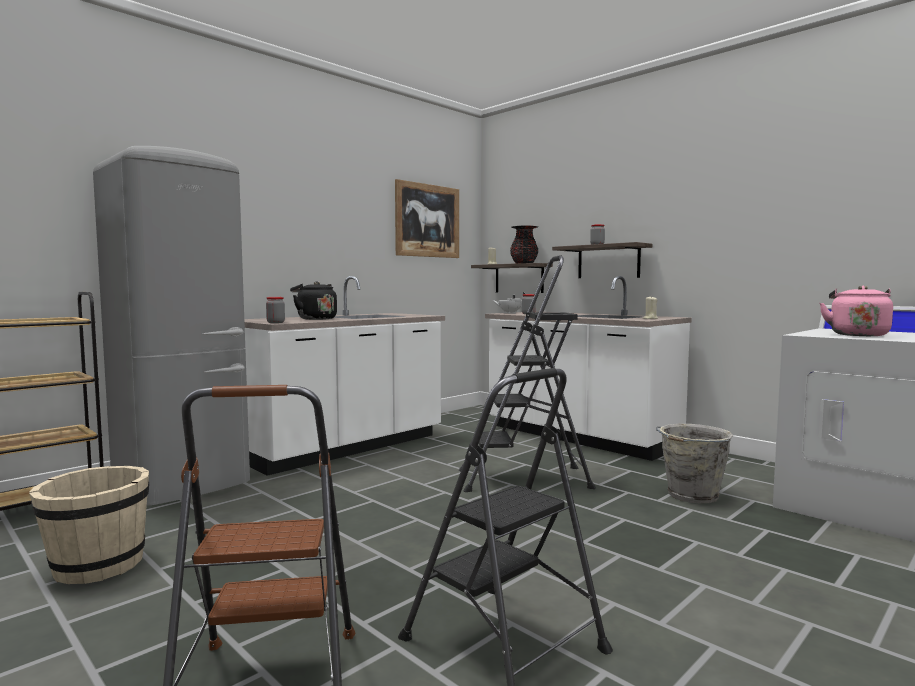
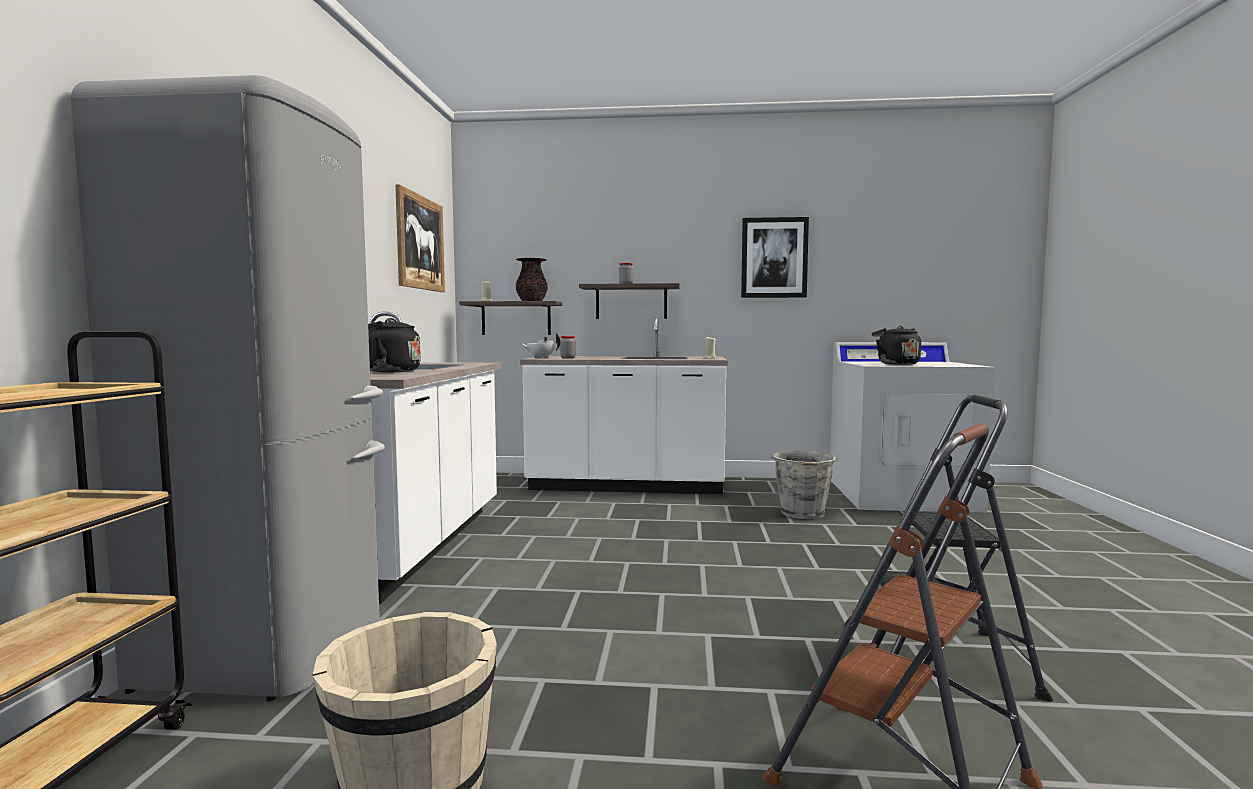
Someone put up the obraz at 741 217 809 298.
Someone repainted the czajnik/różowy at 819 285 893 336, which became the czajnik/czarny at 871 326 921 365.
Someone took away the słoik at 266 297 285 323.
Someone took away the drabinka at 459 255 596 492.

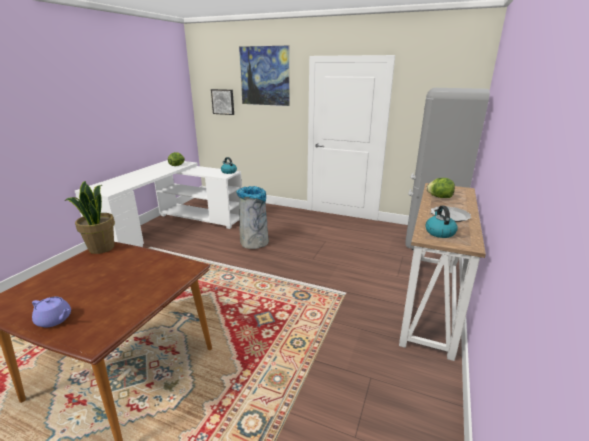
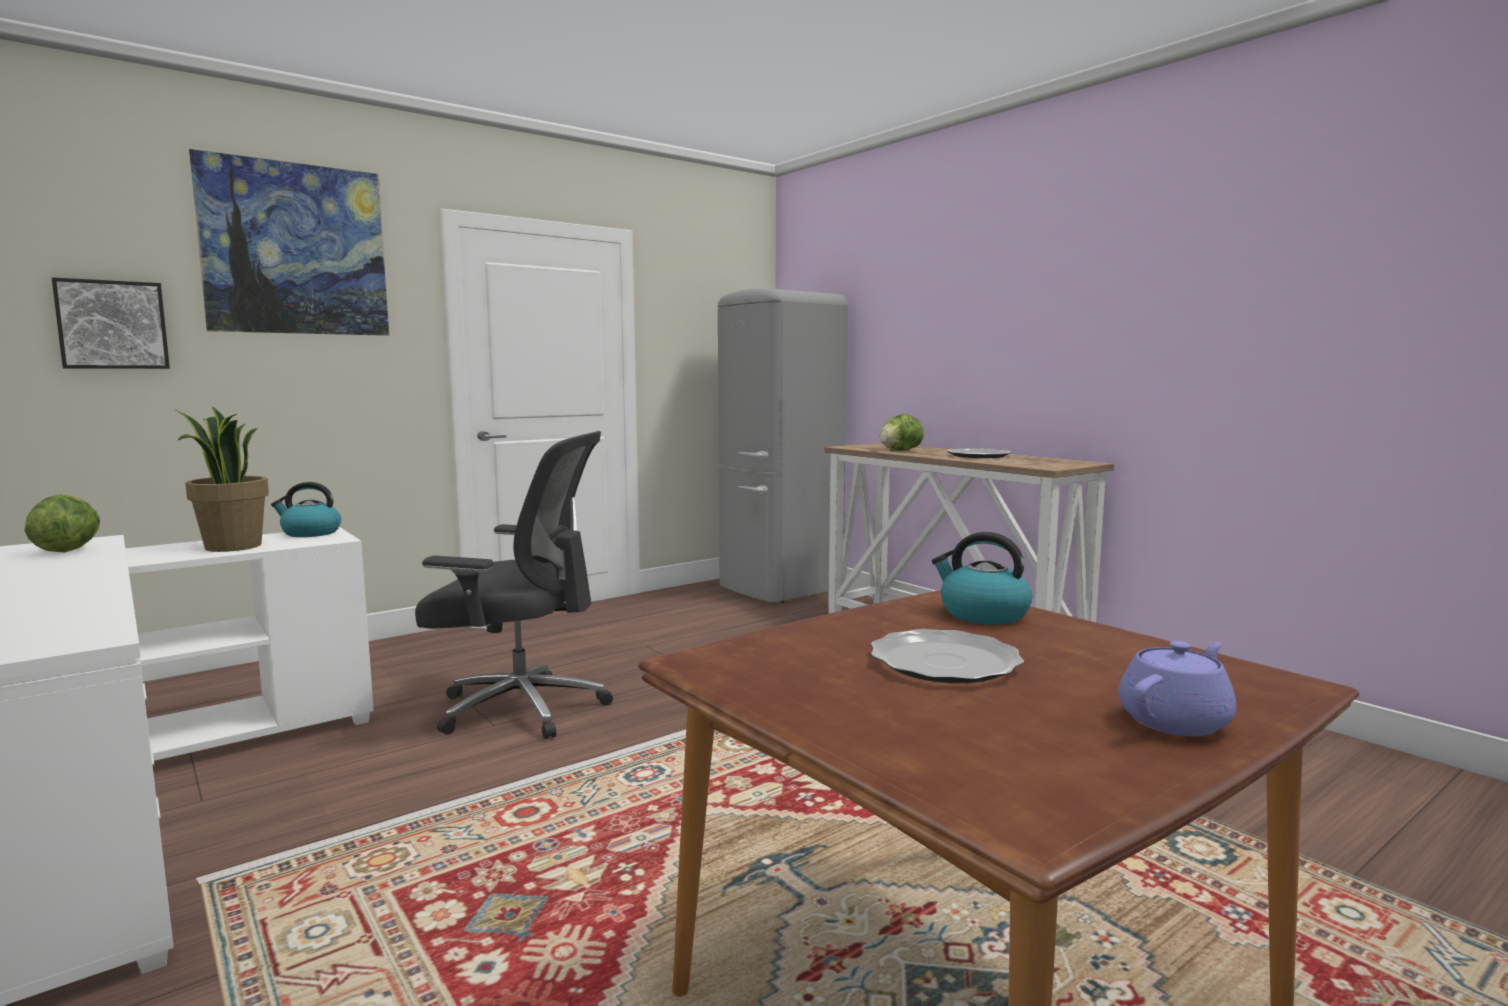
Someone carried the roślina doniczkowa from 65 181 115 254 to 176 406 269 552.
Someone swapped the kosz na śmieci/szary at 236 186 269 249 for the krzesło biurowe at 415 431 613 739.
Someone put down the talerz at 871 629 1024 683.
Someone carried the czajnik from 425 206 458 238 to 932 532 1032 624.

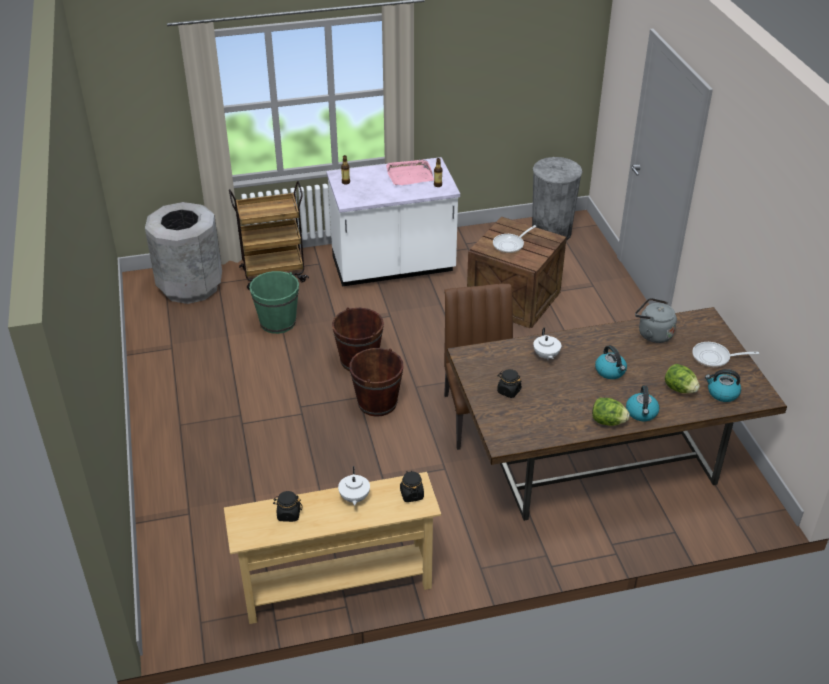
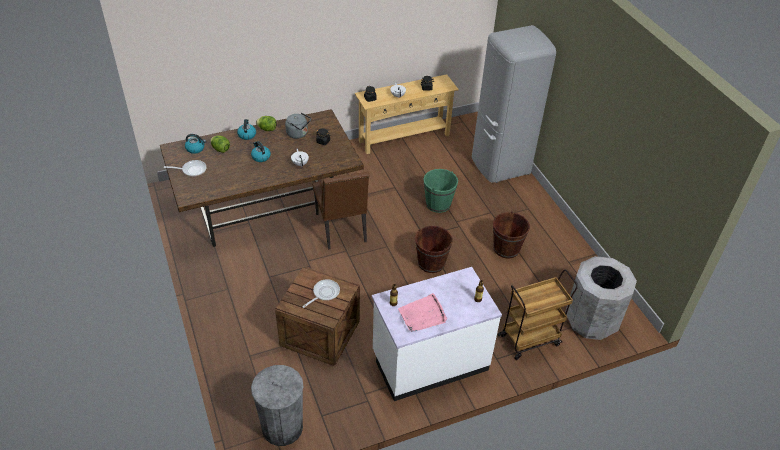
Someone carried the czajnik/szary from 635 298 677 343 to 285 113 311 139.
Someone carried the wiadro/zielony from 249 271 299 334 to 424 169 458 213.
Someone put down the lodówka/szary at 472 25 556 183.
Someone carried the wiadro/brązowy from 349 348 403 417 to 493 211 530 259.

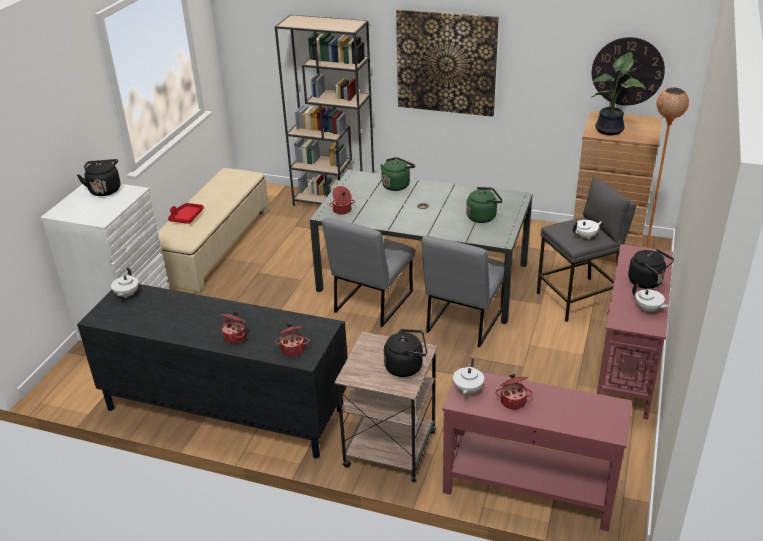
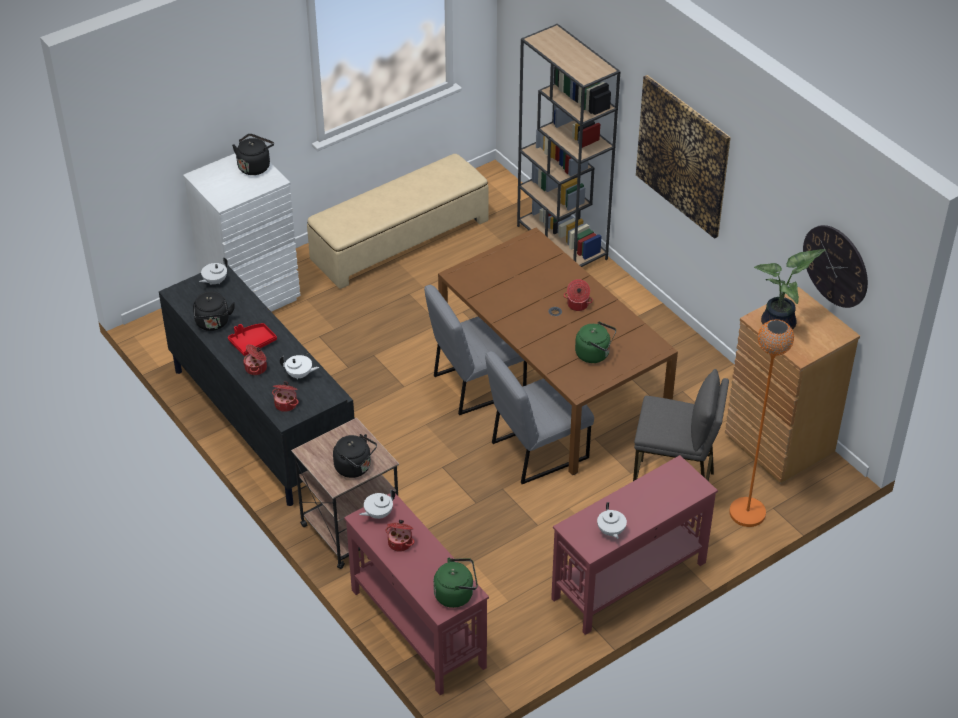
Someone carried the czajnik/czarny from 628 249 674 289 to 193 292 235 331.
Someone carried the taca/czerwony from 168 203 204 224 to 228 323 277 356.
Someone carried the imbryk/biały from 573 220 602 240 to 280 355 319 380.
Someone carried the czajnik/zielony from 381 157 415 191 to 433 558 478 608.
Someone repainted the stół jadalny/szary at 310 170 533 324, which became the stół jadalny/brązowy at 438 228 678 475.
Someone carried the garnek from 329 186 355 214 to 564 279 593 311.

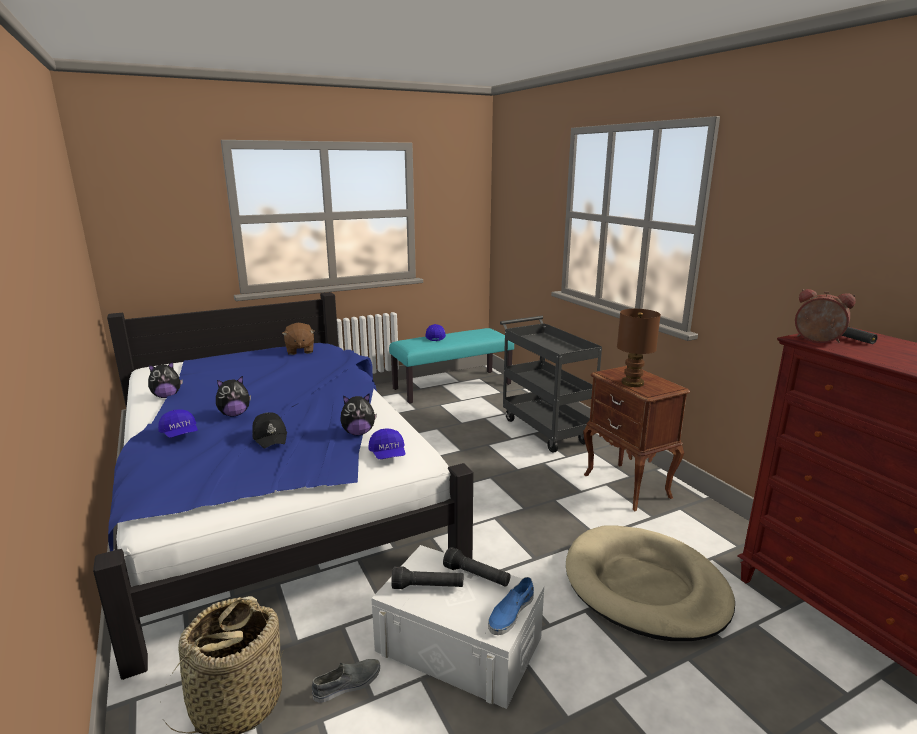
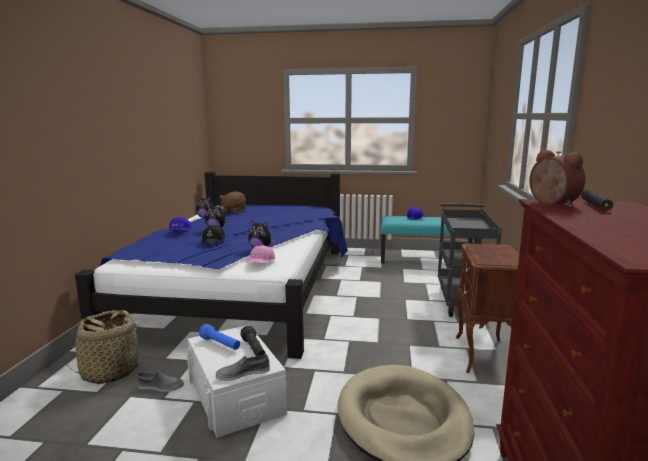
Someone repainted the latarka/czarny at 391 566 463 589, which became the latarka/niebieski at 199 324 240 350.
Someone repainted the but/niebieski at 488 577 534 635, which became the but/szary at 216 354 270 381.
Someone carried the pluszak/brązowy from 282 323 315 355 to 220 191 246 213.
Someone repainted the czapka z daszkiem/niebieski at 368 428 405 459, which became the czapka z daszkiem/różowy at 247 245 275 264.
Someone took away the lampa stołowa/brązowy at 617 309 661 387.

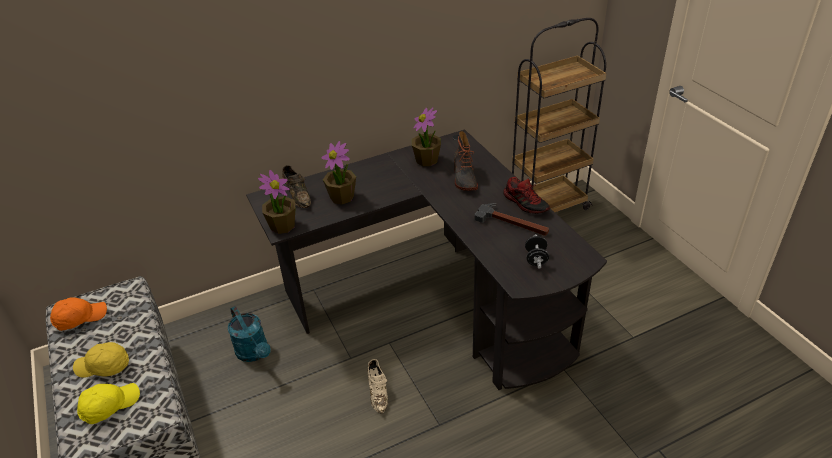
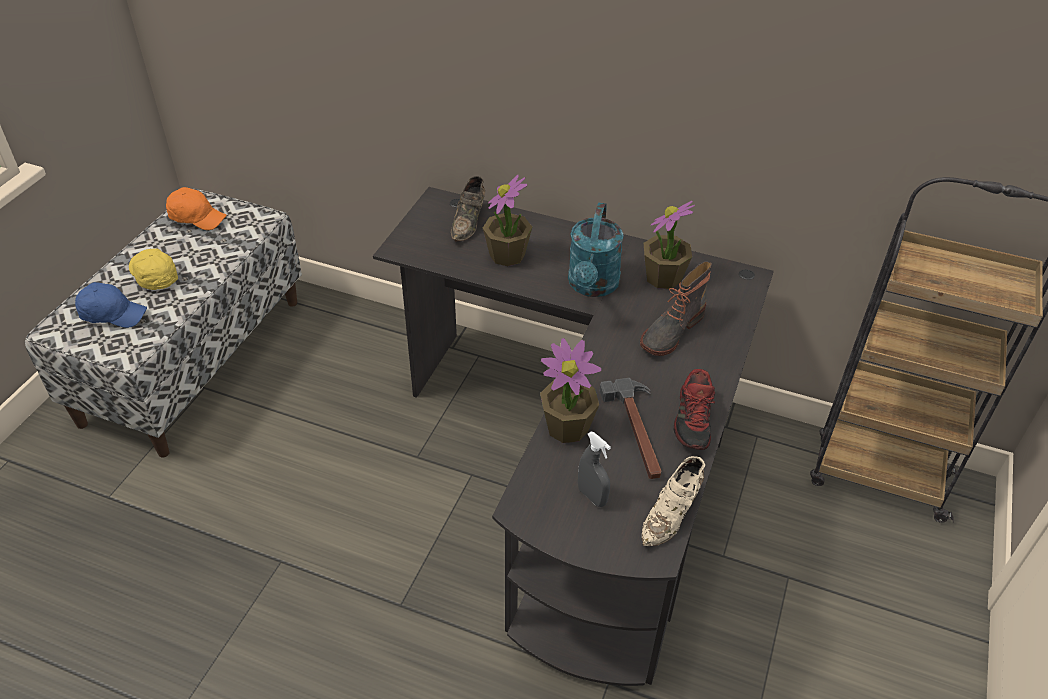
Someone repainted the czapka z daszkiem/żółty at 77 383 140 424, which became the czapka z daszkiem/niebieski at 75 282 147 328.
Someone carried the roślina doniczkowa from 258 170 295 234 to 540 338 601 443.
Someone carried the konewka/turkusowy from 228 306 271 362 to 568 203 624 297.
Someone swapped the hantel/czarny at 525 234 549 269 for the spryskiwacz/szary at 578 431 611 507.
Someone carried the but/beżowy from 367 359 388 414 to 642 456 705 546.

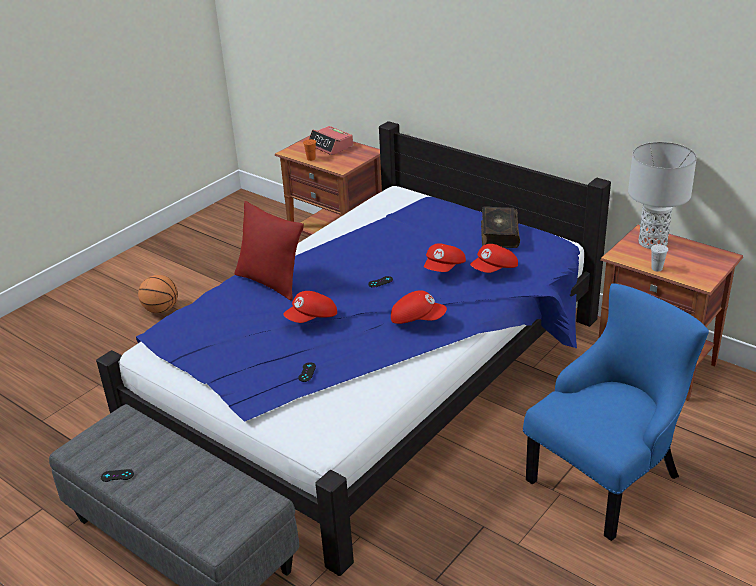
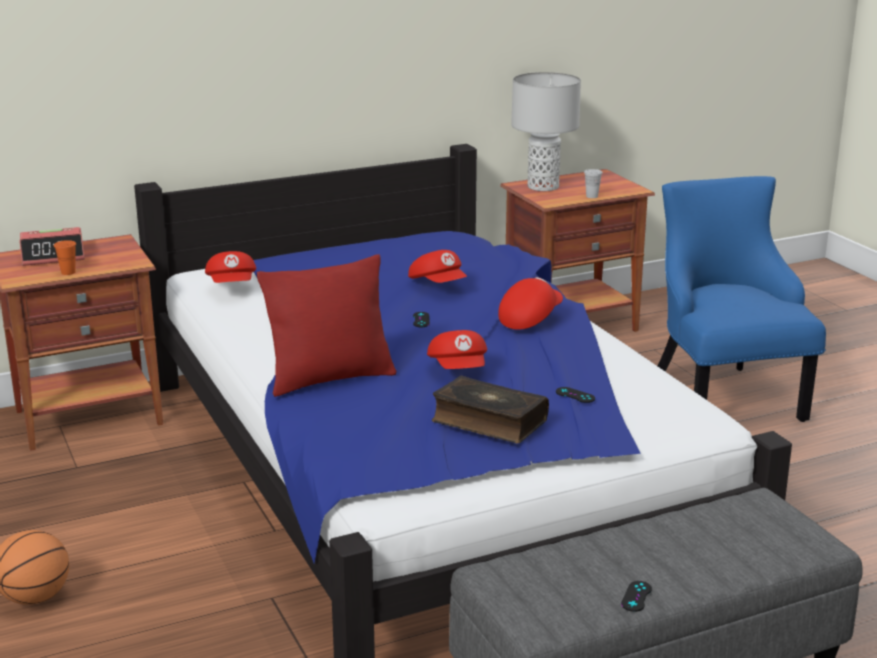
Someone carried the czapka z daszkiem/czerwony from 470 244 518 273 to 205 251 256 283.
Someone carried the książka from 481 206 520 248 to 432 376 549 443.

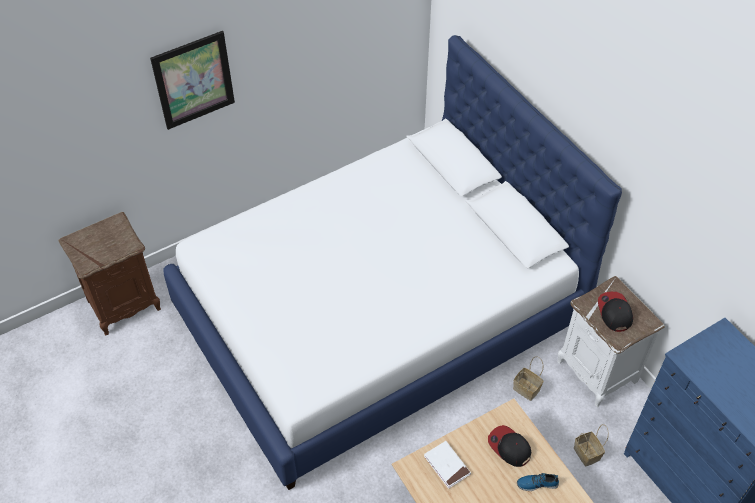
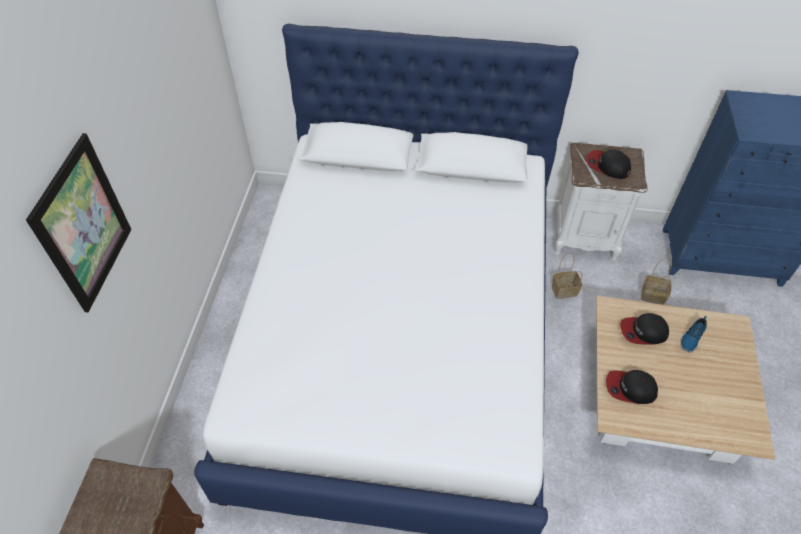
Someone swapped the książka/biały at 424 441 471 489 for the czapka z daszkiem at 606 370 658 404.

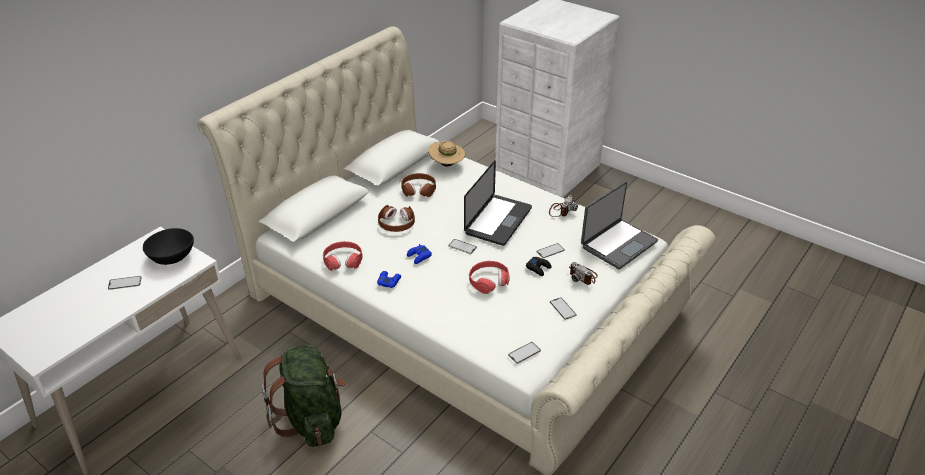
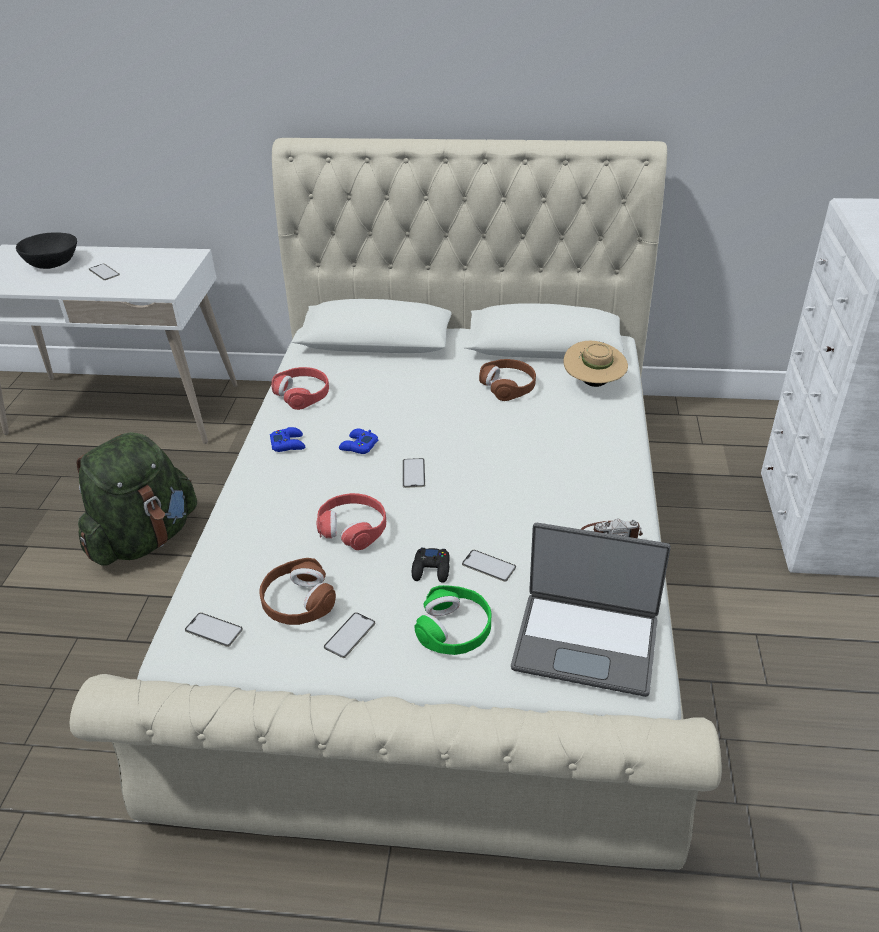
Someone carried the miska/czarny from 143 228 194 265 to 16 232 77 269.
Someone carried the słuchawki/brązowy from 378 205 415 232 to 259 558 336 625.
Someone swapped the aparat fotograficzny at 569 262 598 285 for the słuchawki/zielony at 414 585 491 655.
Someone took away the laptop at 464 160 532 246.

